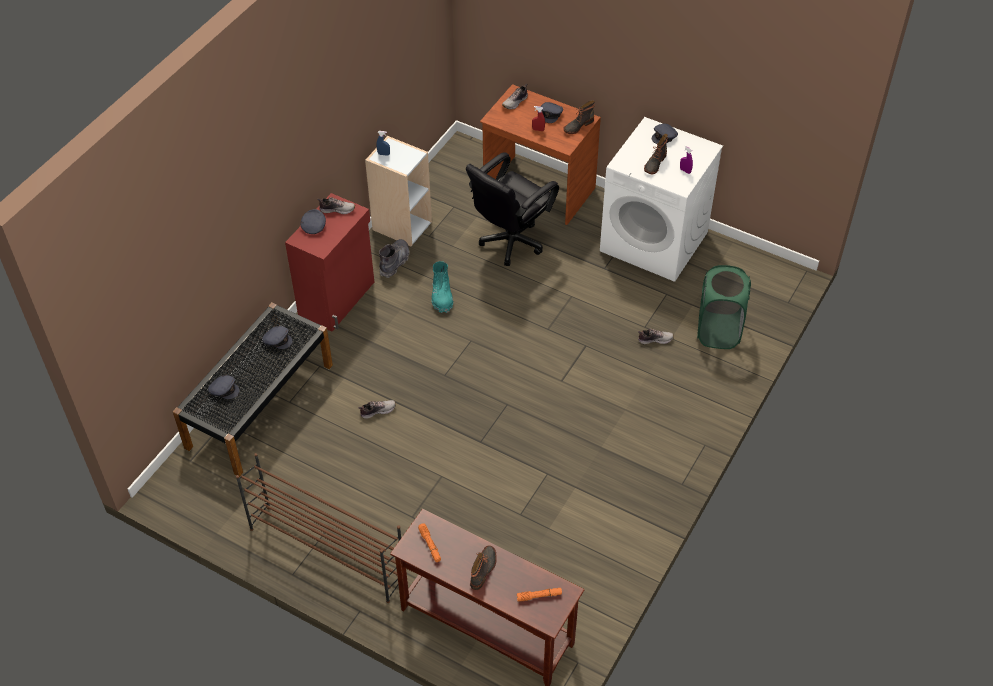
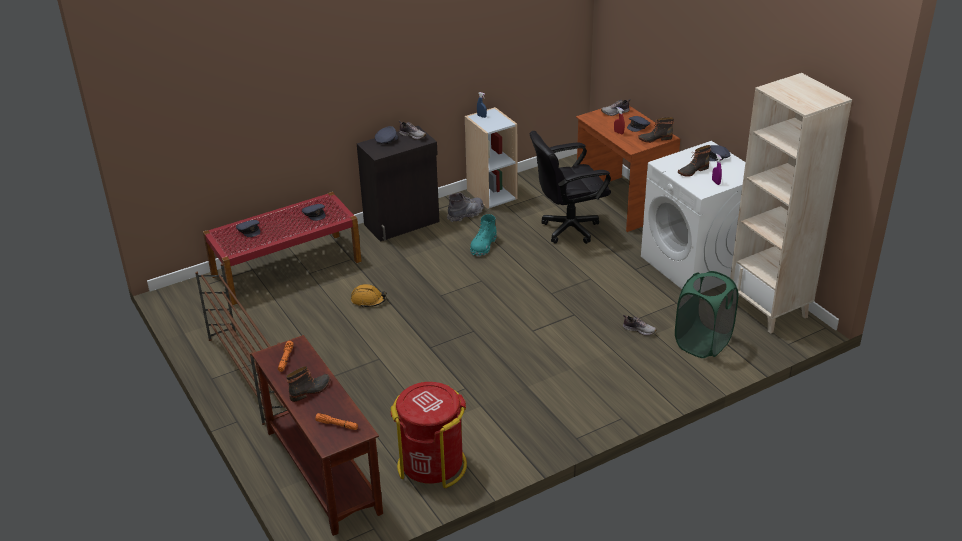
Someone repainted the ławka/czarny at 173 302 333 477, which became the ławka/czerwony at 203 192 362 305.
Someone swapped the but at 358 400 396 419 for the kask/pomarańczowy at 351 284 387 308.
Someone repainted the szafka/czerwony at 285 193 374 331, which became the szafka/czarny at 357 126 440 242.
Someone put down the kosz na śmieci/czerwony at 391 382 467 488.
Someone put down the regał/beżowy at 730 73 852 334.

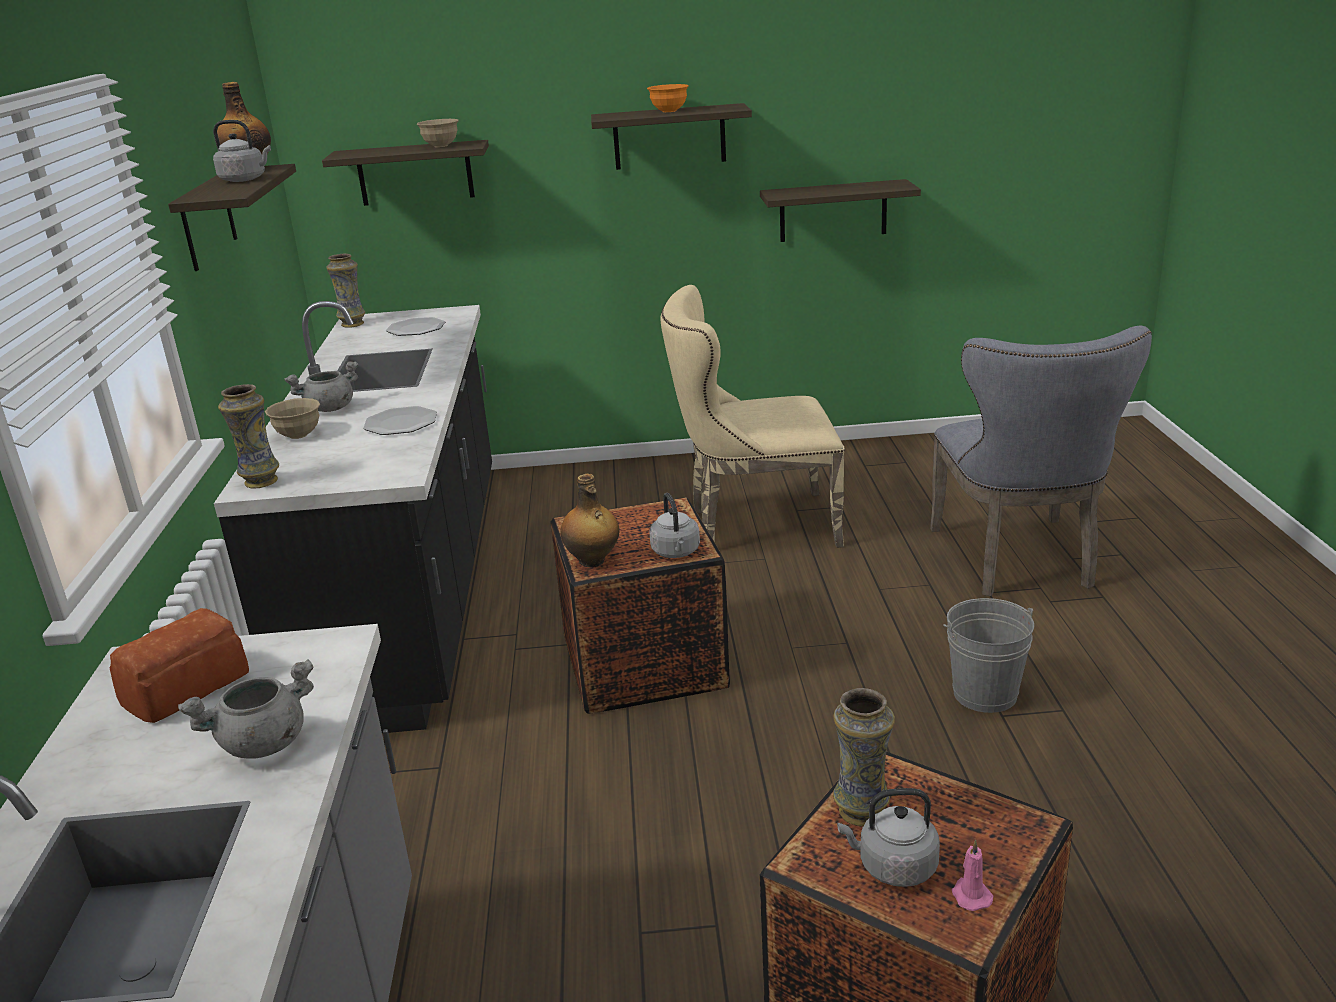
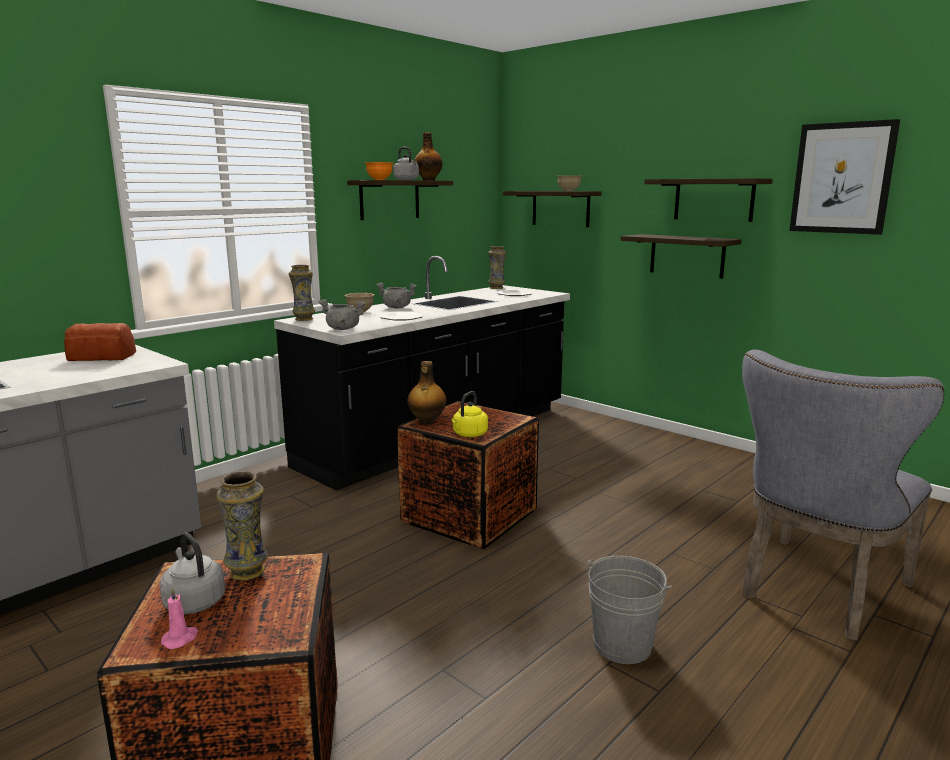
Someone carried the garnek/szary from 178 659 314 759 to 319 299 365 330.
Someone carried the miska/pomarańczowy from 647 84 689 112 to 365 162 394 180.
Someone repainted the czajnik/szary at 649 493 700 558, which became the czajnik/żółty at 452 391 488 437.
Someone carried the półka from 760 179 921 242 to 621 234 742 279.
Someone put up the obraz at 789 119 900 235.
Someone took away the krzesło/beżowy at 661 285 845 548.

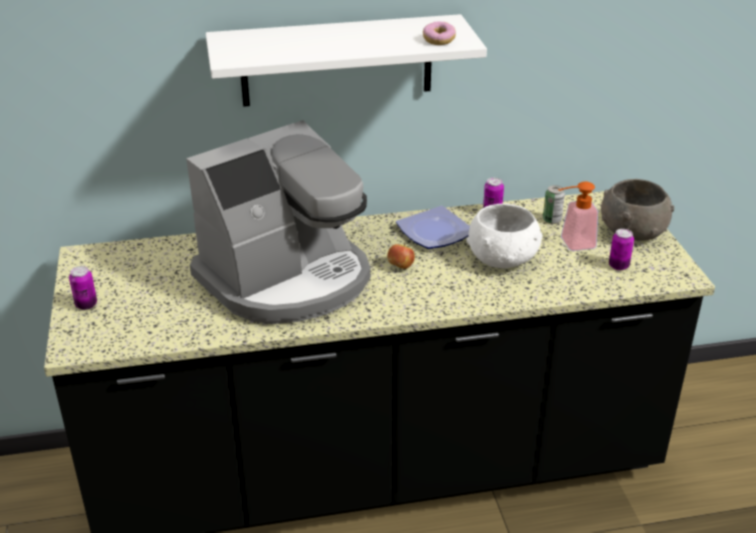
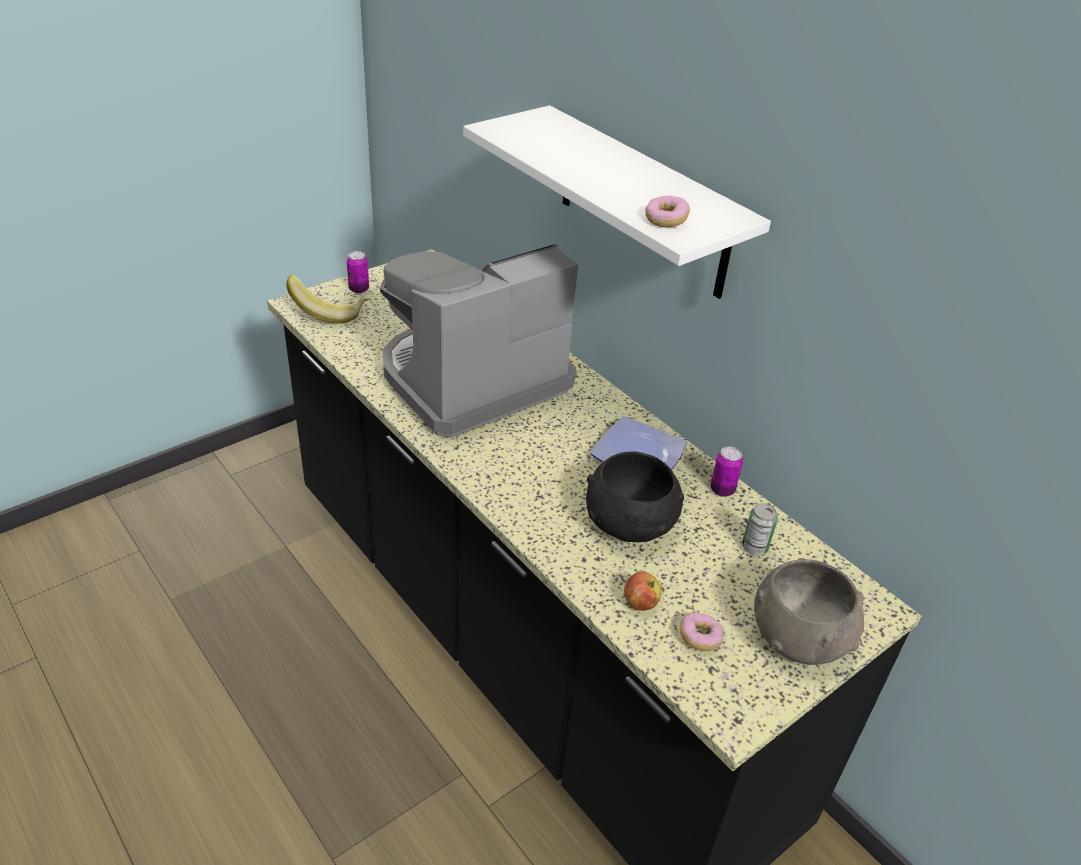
Someone put down the banan at 286 275 368 324.
Someone rotated the ekspres do kawy at 186 120 371 324 by 120 degrees clockwise.
Someone repainted the miska/biały at 466 203 543 268, which became the miska/czarny at 586 452 684 542.
Someone carried the jabłko from 387 244 415 269 to 624 571 662 611.
Someone swapped the puszka at 609 229 634 270 for the donut at 680 612 723 651.
Someone took away the dozownik mydła at 558 182 598 251.

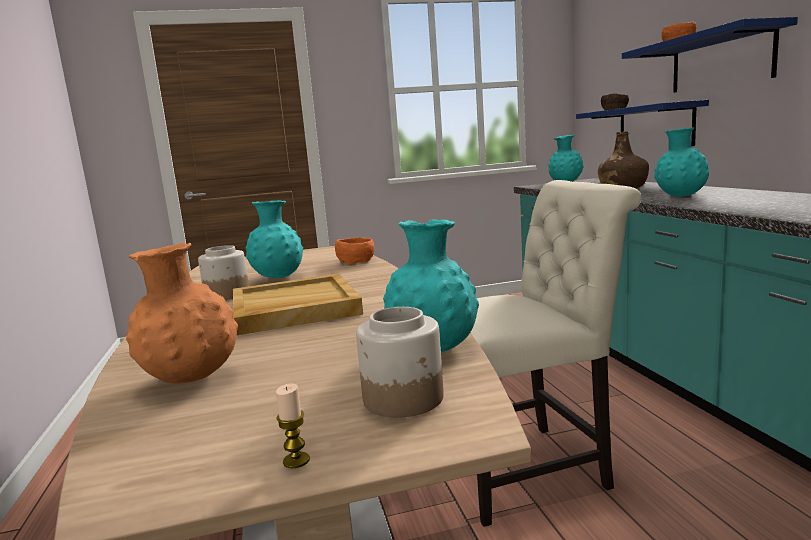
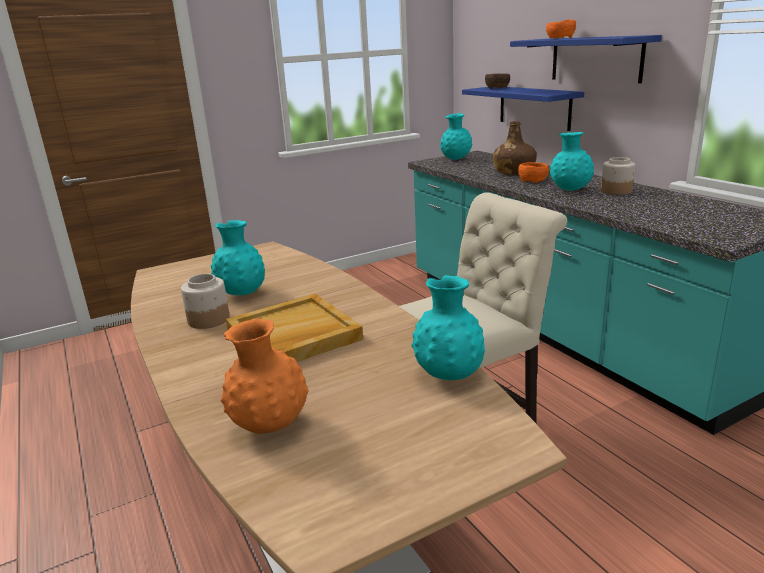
Someone carried the miska/pomarańczowy from 335 237 375 264 to 518 162 549 183.
Someone carried the słoik from 356 307 444 418 to 601 157 635 195.
Someone took away the świeca at 276 383 310 468.

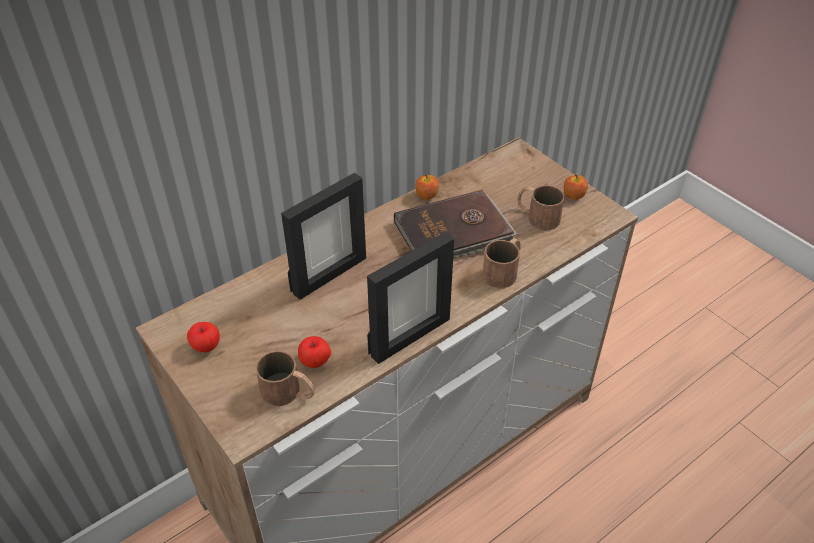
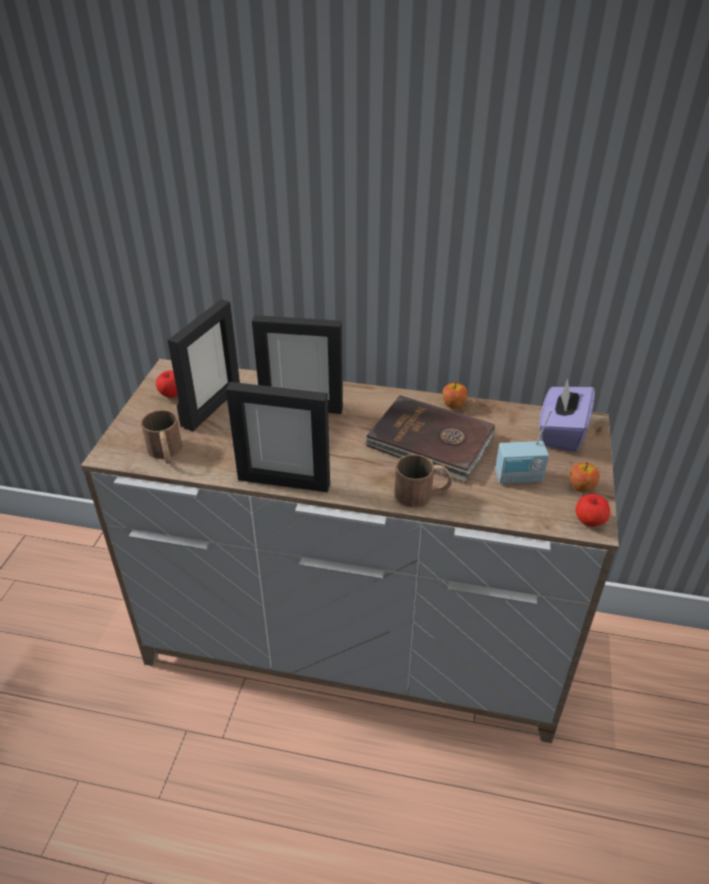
Someone put down the ramka na zdjęcie at 167 299 240 431.
Someone swapped the kubek/brązowy at 517 185 565 230 for the radio at 495 409 552 484.
Someone put down the pudełko chusteczek/fioletowy at 539 378 595 452.
Someone carried the jabłko from 298 336 331 368 to 575 494 610 527.

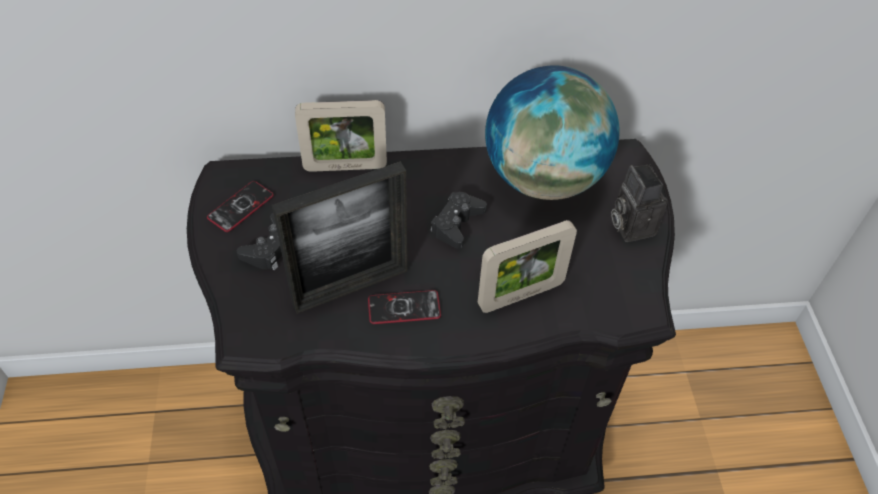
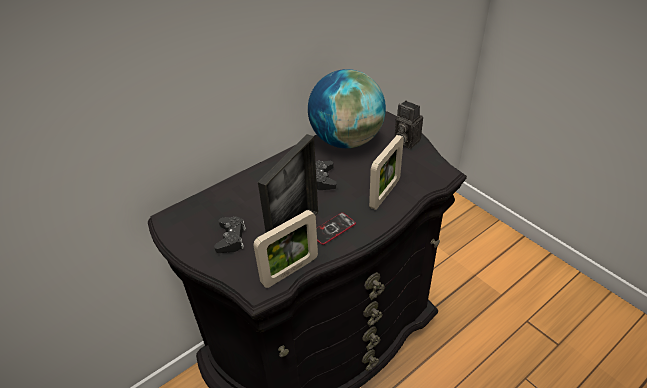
Someone carried the ramka na zdjęcie from 295 100 387 172 to 253 210 318 288.
Someone took away the telefon at 207 181 274 232.

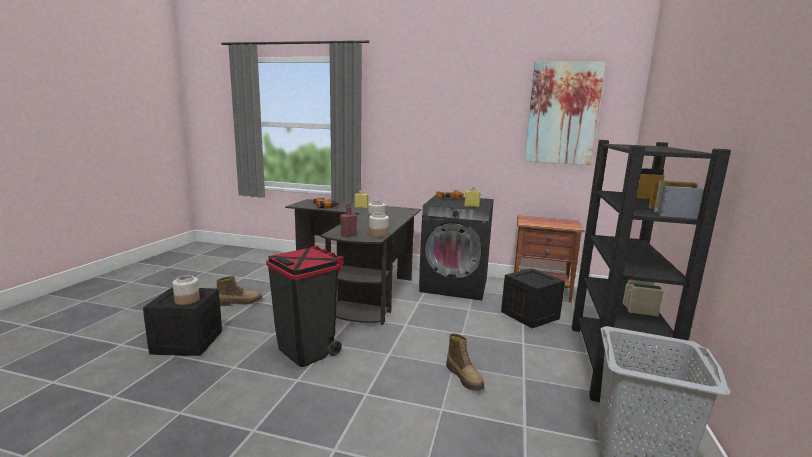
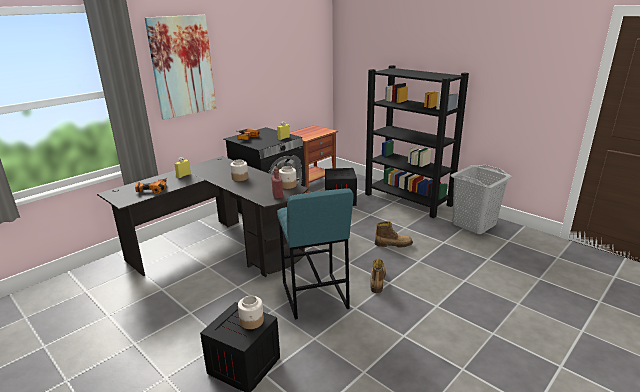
Someone carried the obraz from 525 62 606 165 to 145 15 216 120.
Someone swapped the kosz na śmieci/czarny at 266 246 344 367 for the stołek/turkusowy at 277 188 354 319.
Someone carried the but z cholewką from 216 276 262 306 to 370 259 386 293.

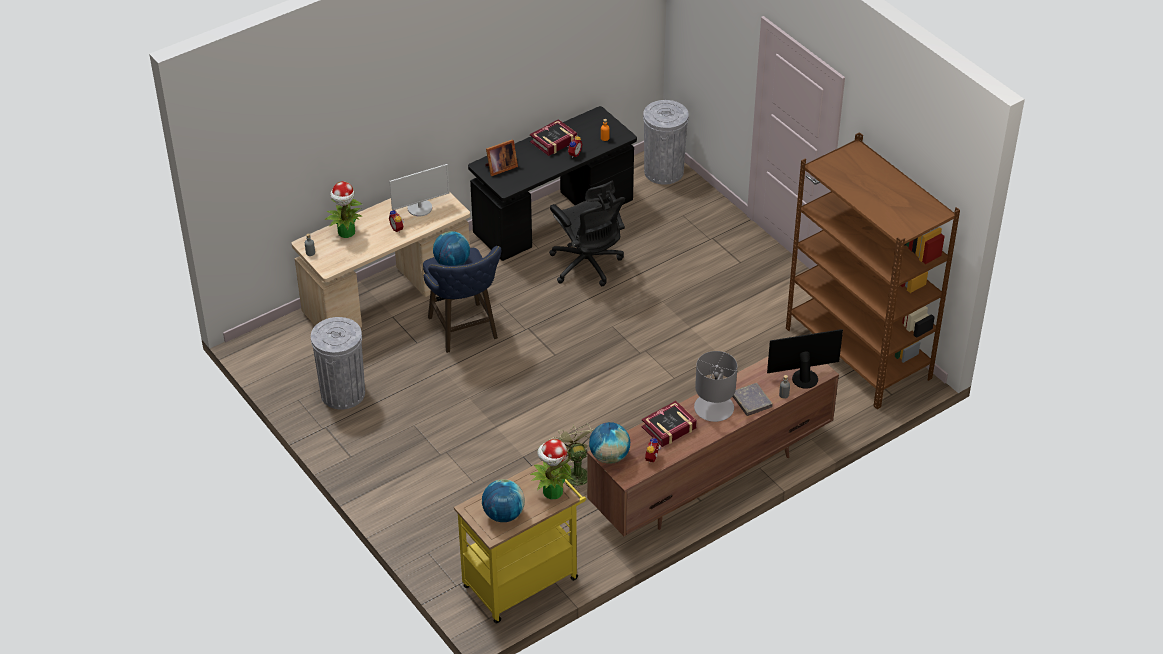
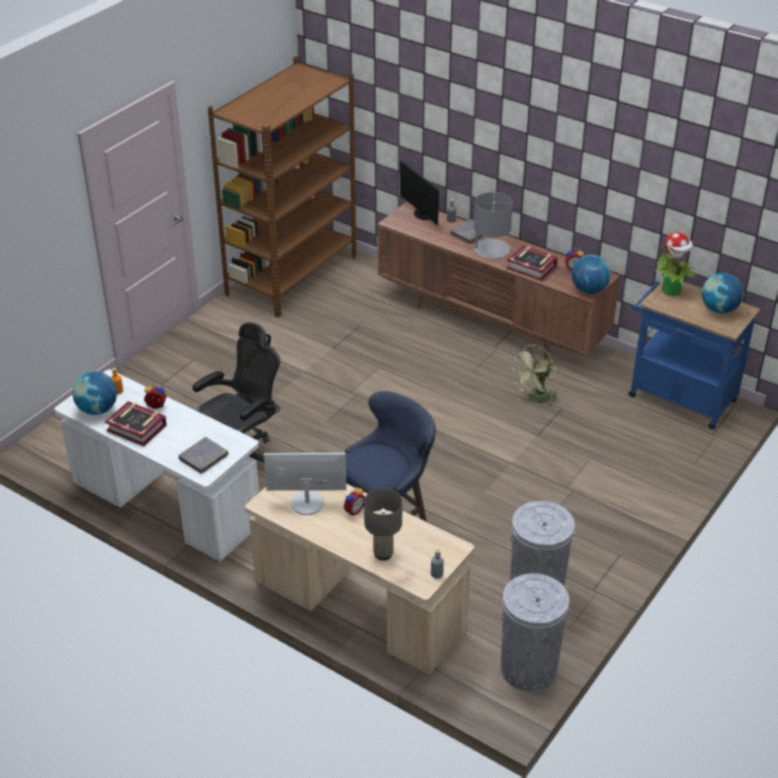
Someone repainted the biurko/czarny at 468 106 637 261, which became the biurko/biały at 54 370 259 562.
Someone carried the globus from 433 231 470 266 to 72 371 117 415.
Someone swapped the ramka na zdjęcie at 485 139 518 176 for the książka/szary at 178 437 229 473.
Someone rotated the monitor at 389 164 449 217 by 45 degrees counterclockwise.
Someone swapped the roślina doniczkowa at 325 181 363 238 for the lampa stołowa/szary at 364 488 402 560.
Someone carried the kosz na śmieci/szary from 643 100 689 185 to 501 573 569 691.
Someone repainted the wózek/żółty at 454 461 586 624, which became the wózek/niebieski at 628 281 760 429.

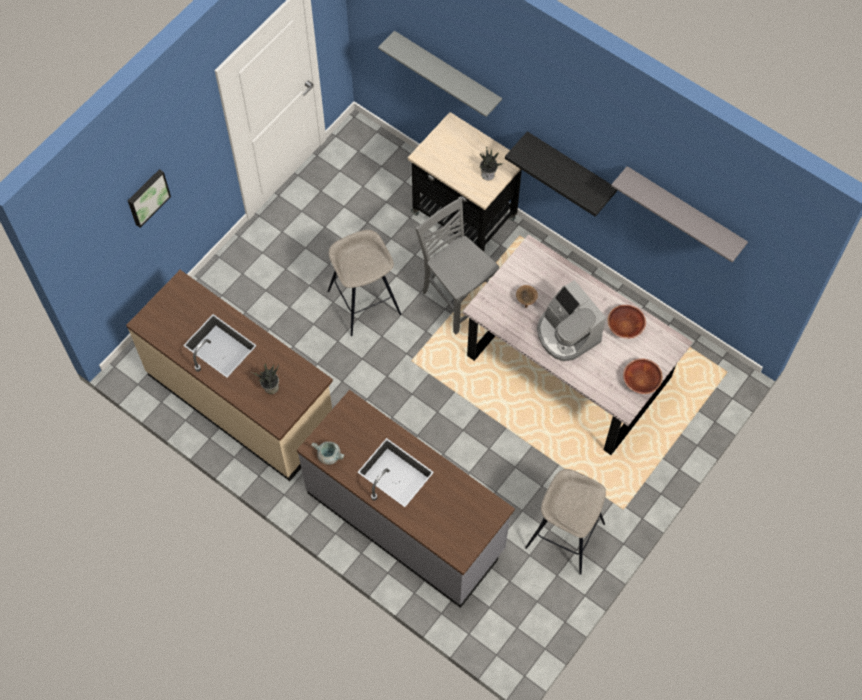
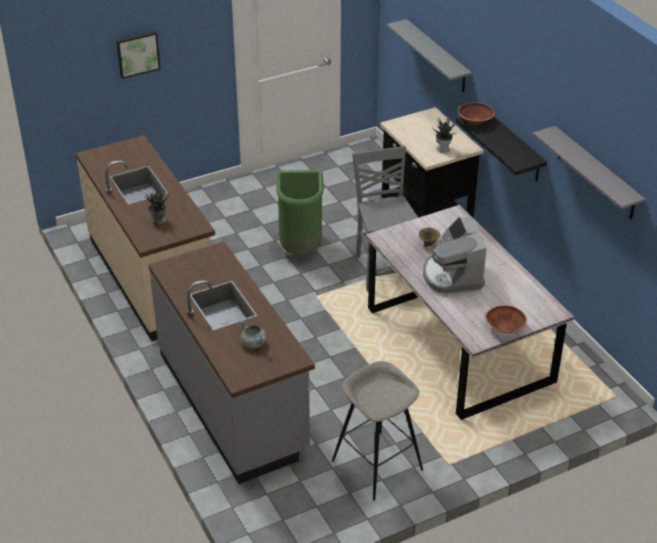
Someone carried the garnek/szary from 311 441 345 465 to 239 320 266 348.
Someone swapped the stołek/szary at 328 230 401 336 for the kosz na śmieci/zielony at 276 170 324 255.
Someone carried the miska/brązowy from 608 305 646 339 to 458 102 495 125.

